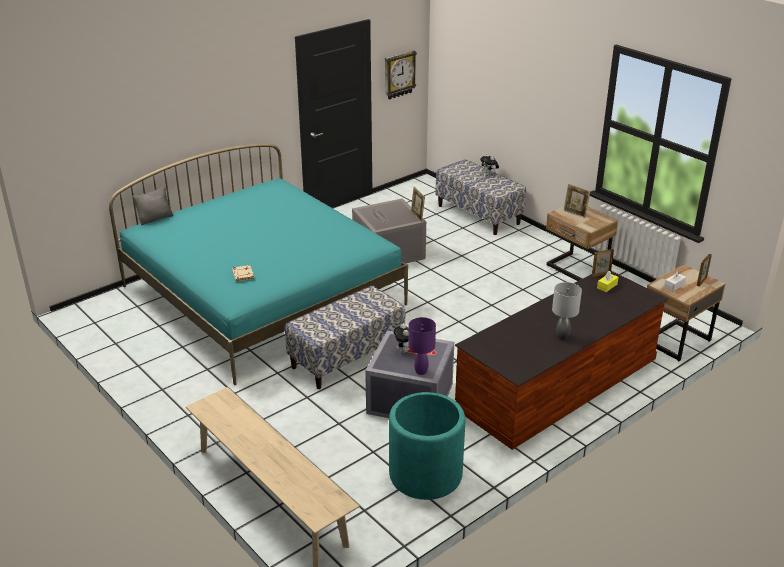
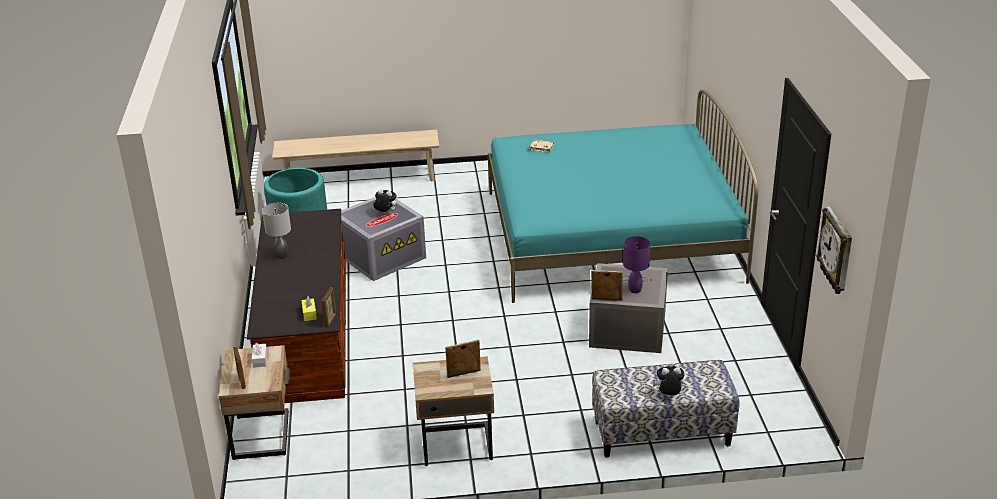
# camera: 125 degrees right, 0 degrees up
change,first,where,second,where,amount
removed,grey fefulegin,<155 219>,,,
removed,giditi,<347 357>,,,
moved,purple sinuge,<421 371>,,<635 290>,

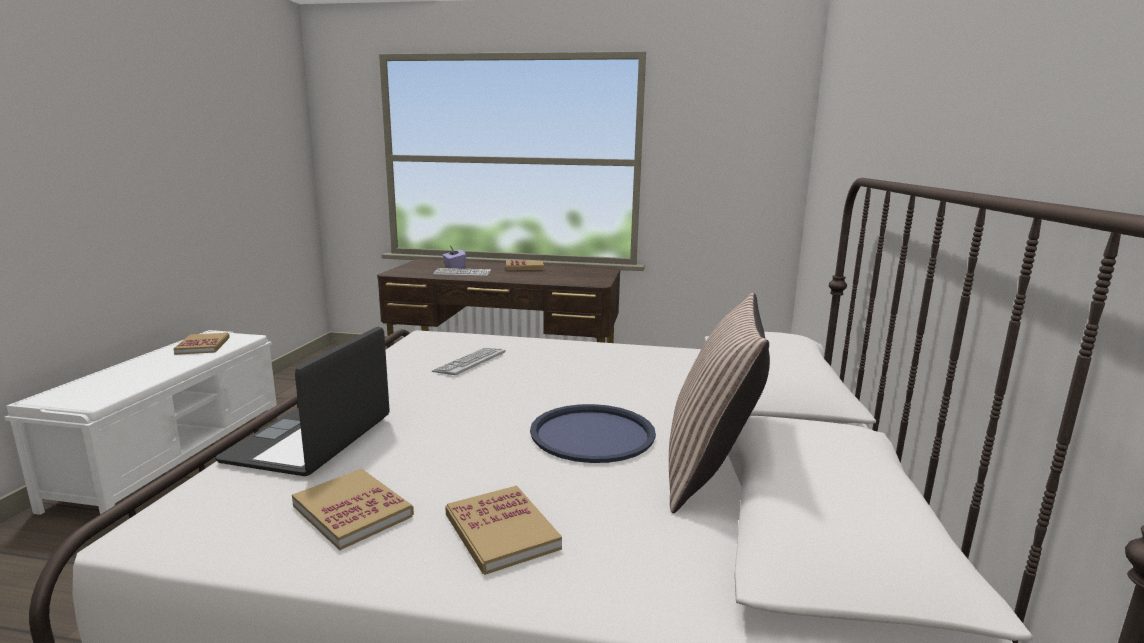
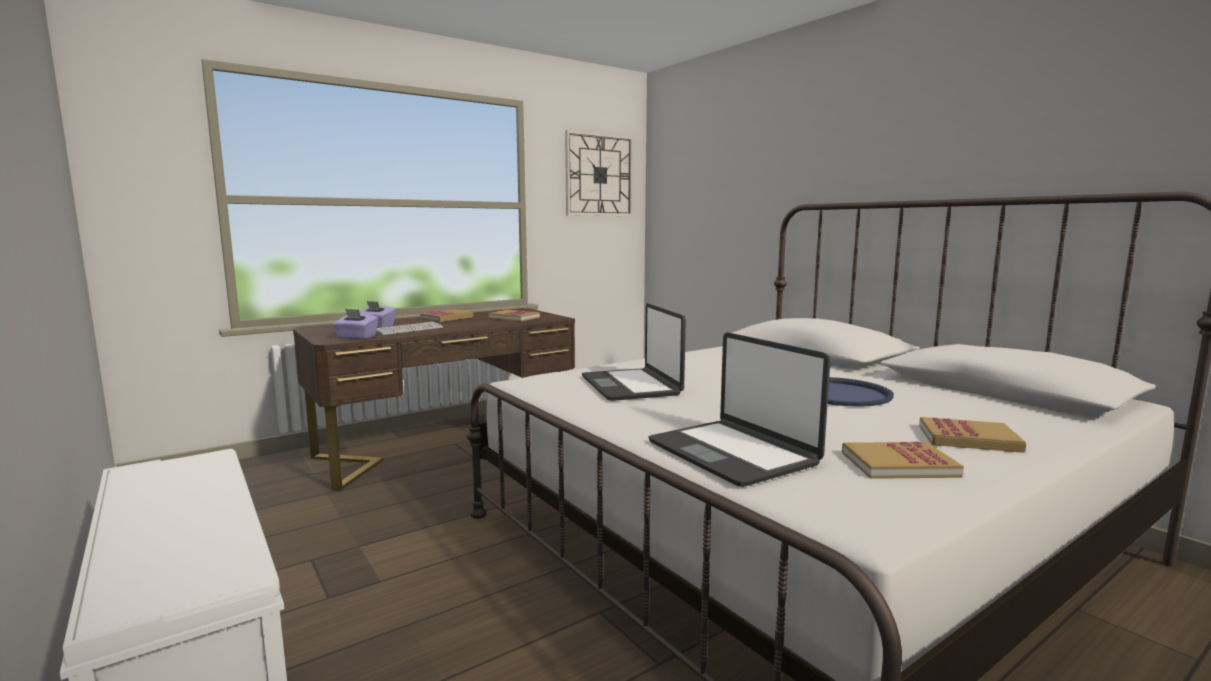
# camera: 45 degrees left, 5 degrees down
change,first,where,second,where,amount
removed,fefulegin,<710 469>,,,
added,,,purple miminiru,<356 337>,
added,,,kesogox,<599 175>,
moved,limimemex,<203 346>,,<514 318>,
replaced,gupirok,<470 362>,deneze,<631 386>,

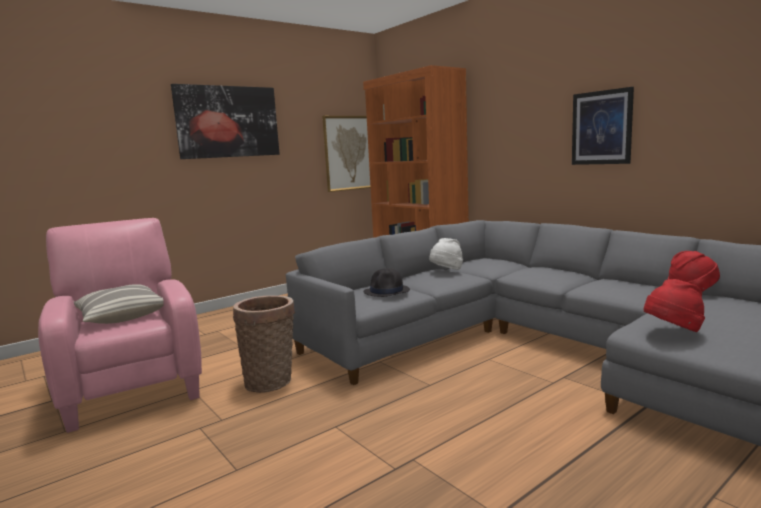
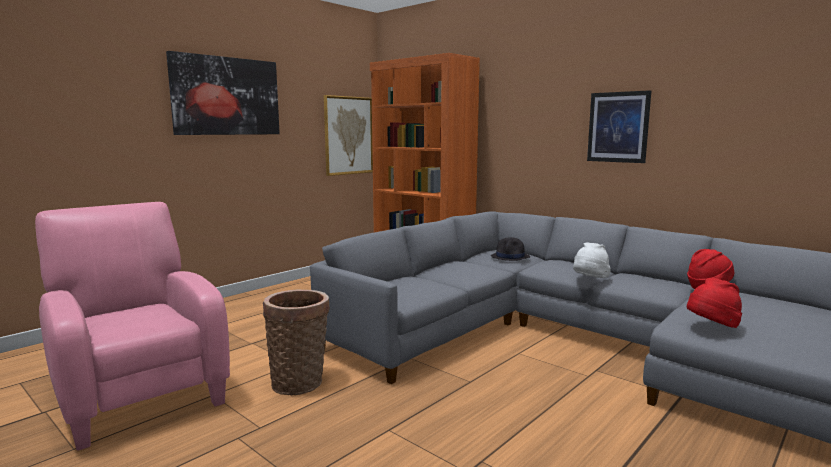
# camera: 10 degrees left, 0 degrees up
change,first,where,second,where,amount
removed,fefulegin,<121 317>,,,
moved,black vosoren,<387 291>,,<510 257>,
moved,white vosoren,<446 271>,,<590 280>,

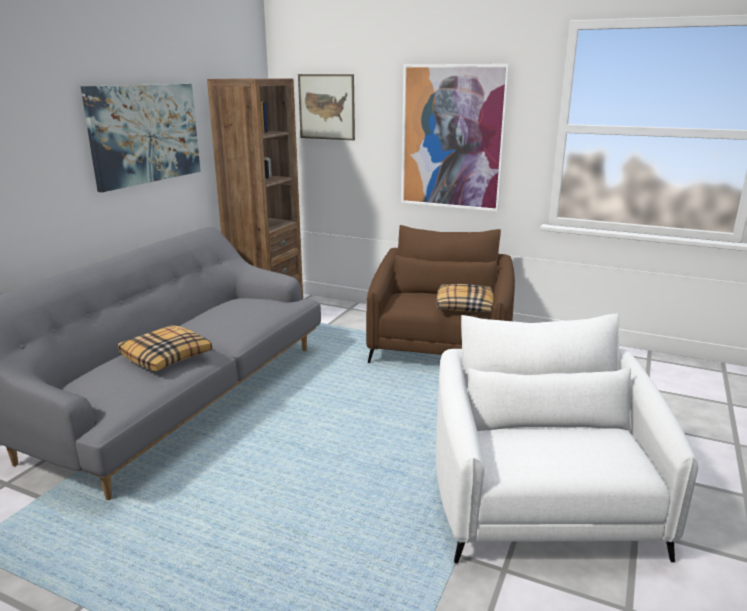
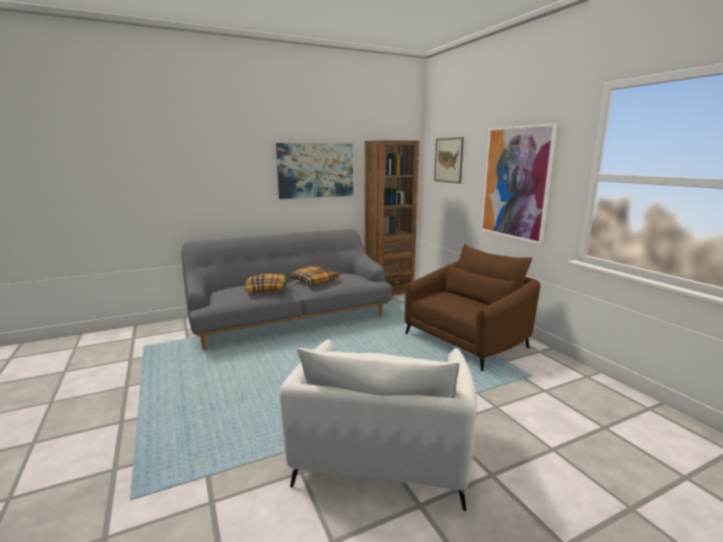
# camera: 40 degrees right, 5 degrees down
change,first,where,second,where,amount
moved,fefulegin,<463 306>,,<314 280>,
turned,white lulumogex,<543 505>,,<381 454>,150 degrees clockwise

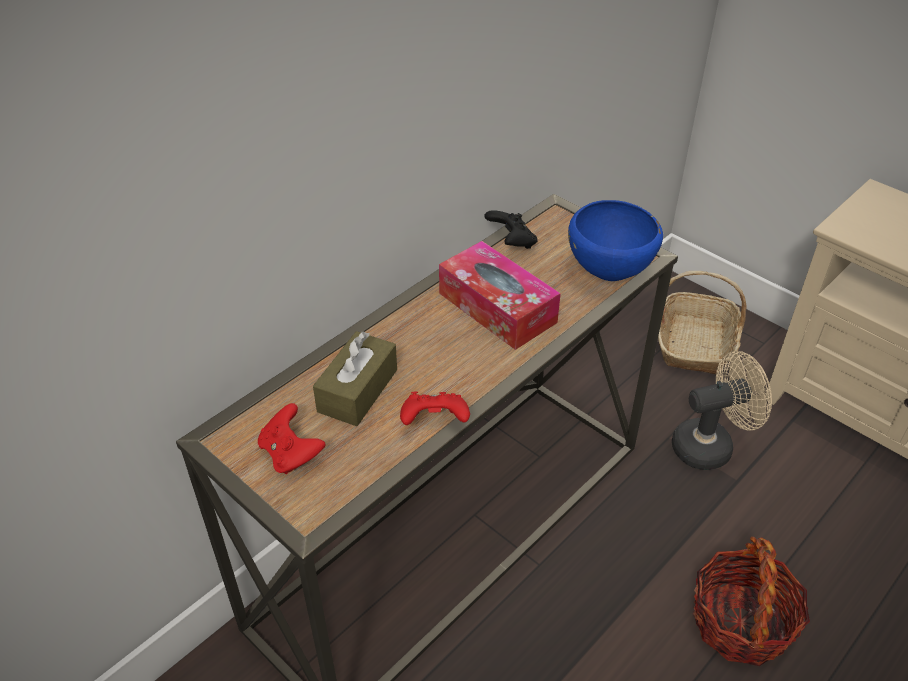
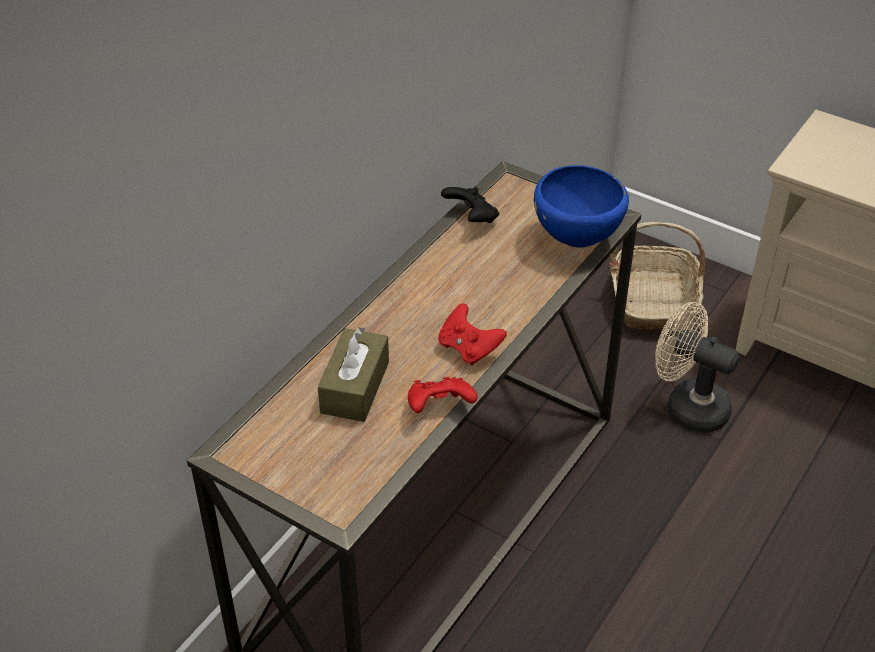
# camera: 10 degrees left, 0 degrees up
change,first,where,second,where,amount
removed,miminiru,<497 307>,,,
removed,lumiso,<741 623>,,,
moved,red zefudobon,<291 454>,,<469 349>,
turned,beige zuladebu,<710 445>,,<687 406>,120 degrees counterclockwise

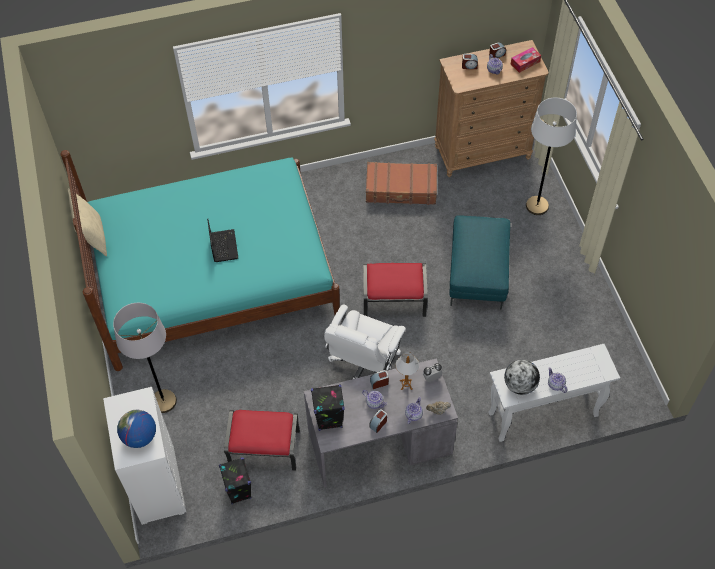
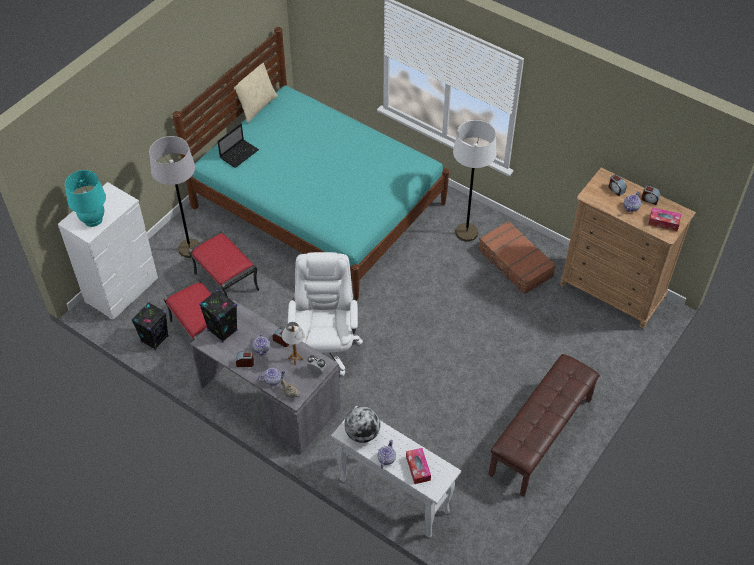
# camera: 50 degrees right, 5 degrees down
change,first,where,second,where,amount
removed,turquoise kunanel,<478 275>,,,
added,,,miminiru,<418 468>,
added,,,brown giditi,<541 437>,
moved,deneze,<223 245>,,<239 153>,
moved,red kunanel,<395 300>,,<227 281>,
moved,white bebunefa,<537 206>,,<466 233>,
replaced,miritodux,<139 437>,turquoise sinuge,<93 220>,
turned,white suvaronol,<364 368>,,<325 346>,105 degrees clockwise

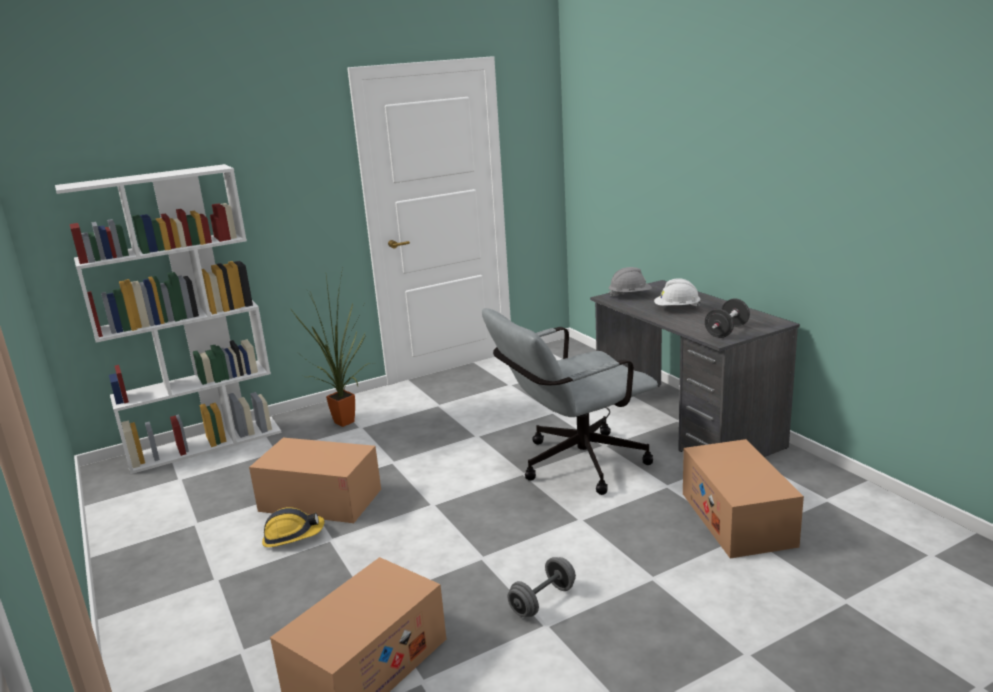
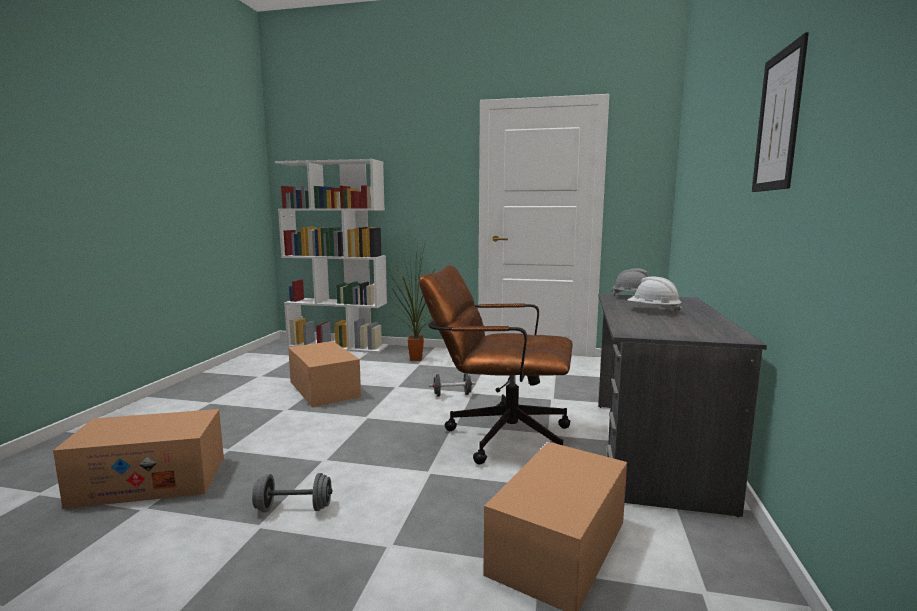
# camera: 40 degrees right, 10 degrees down
change,first,where,second,where,amount
removed,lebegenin,<293 536>,,,
added,,,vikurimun,<778 121>,
moved,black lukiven,<726 331>,,<452 395>,
recoloured,grey suvaronol,<572 465>,brown suvaronol,<498 435>,

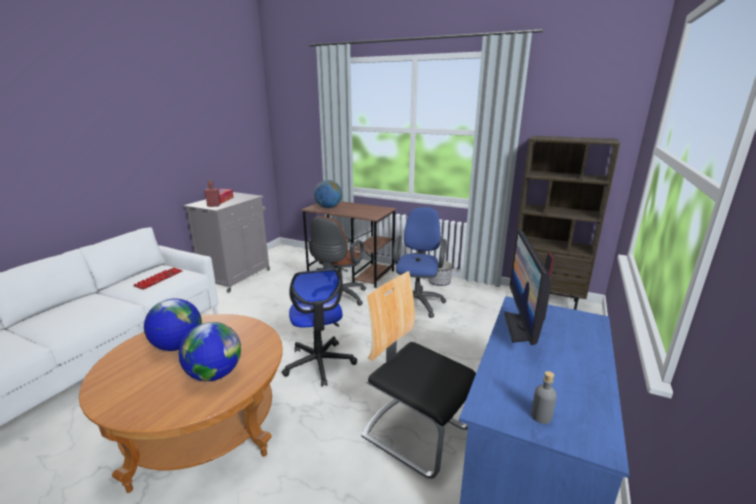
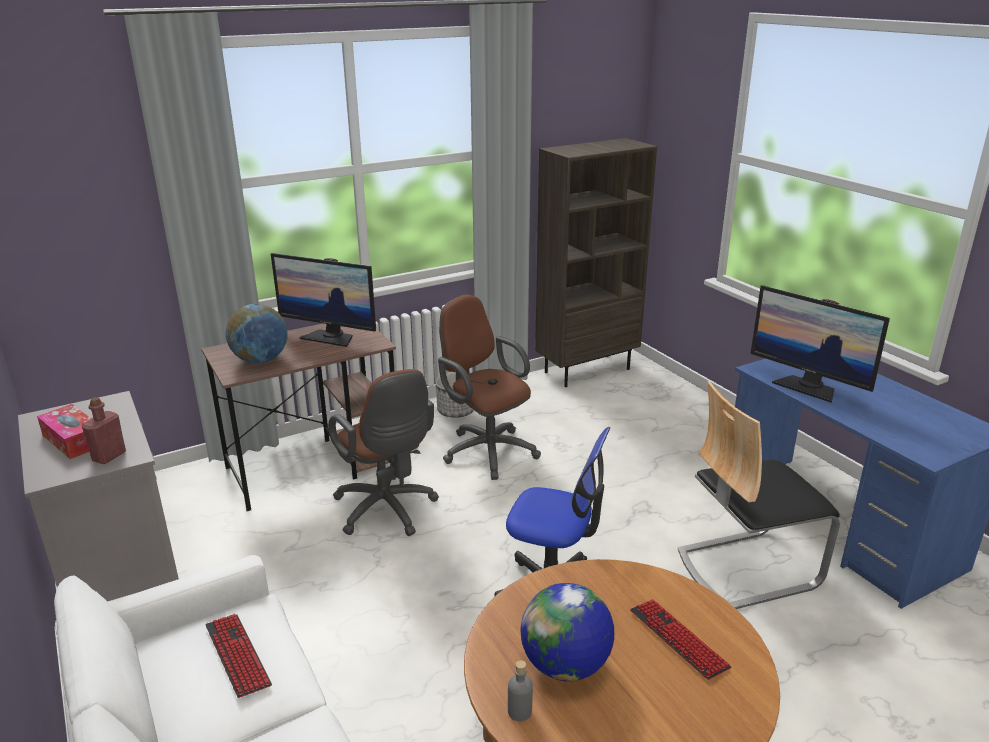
# camera: 55 degrees left, 5 degrees up
change,first,where,second,where,amount
added,,,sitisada,<330 337>,
moved,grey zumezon,<541 416>,,<519 711>,
replaced,miritodux,<215 374>,gupirok,<678 639>,
recoloured,blue suvaronol,<417 302>,brown suvaronol,<486 450>,

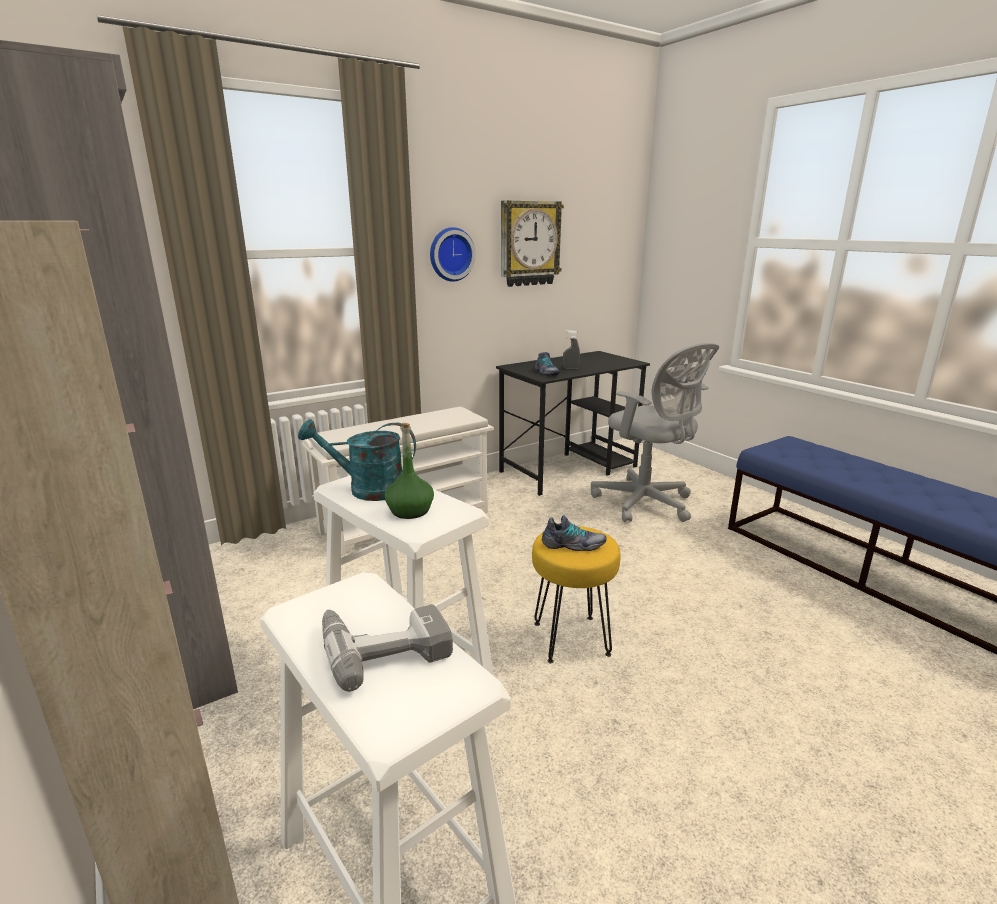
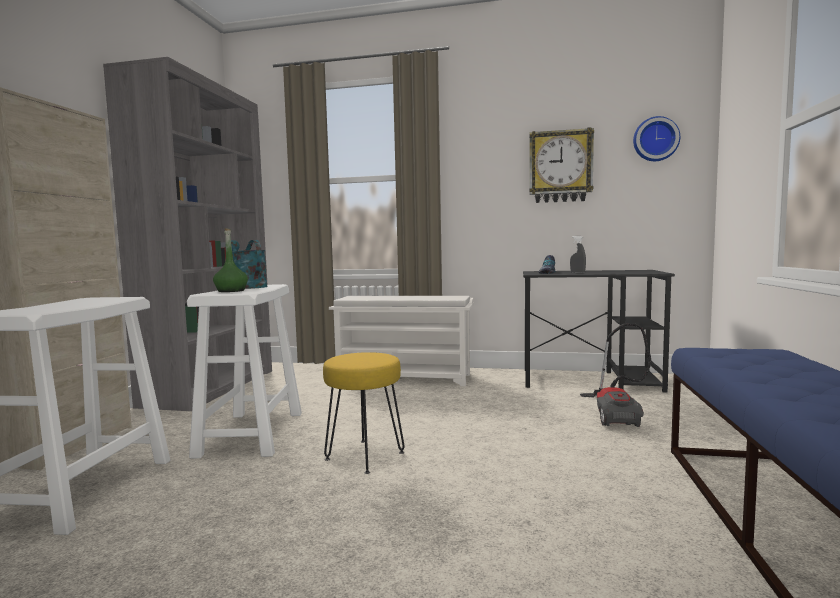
# camera: 45 degrees right, 15 degrees down
change,first,where,second,where,amount
removed,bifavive,<383 645>,,,
removed,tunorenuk,<573 545>,,,
moved,kesogox,<450 254>,,<655 139>,
replaced,grey suvaronol,<646 503>,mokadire,<615 414>,

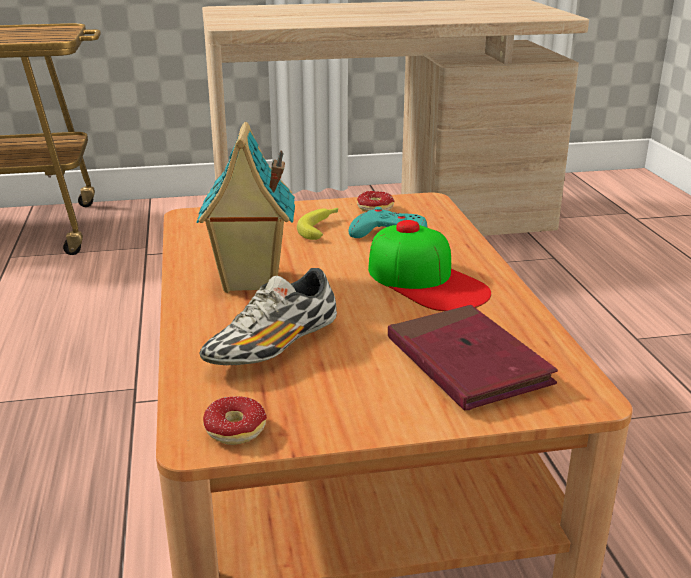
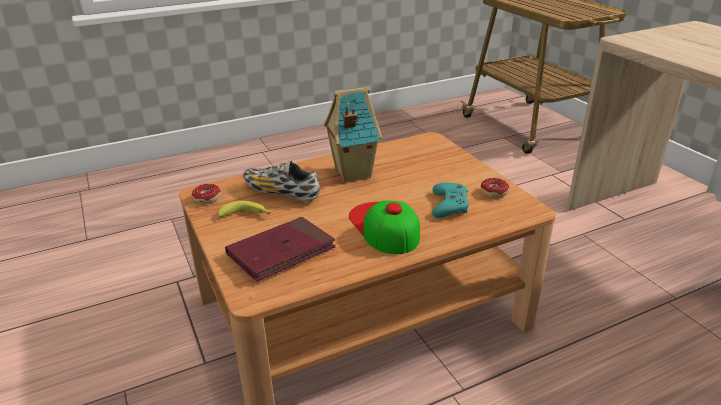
# camera: 75 degrees right, 5 degrees up
change,first,where,second,where,amount
moved,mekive,<321 228>,,<246 215>,
turned,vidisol,<426 280>,,<384 226>,120 degrees clockwise

